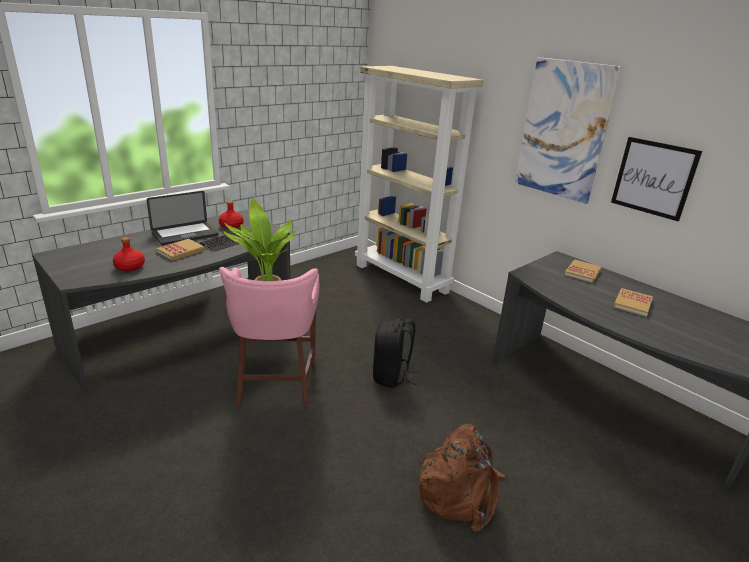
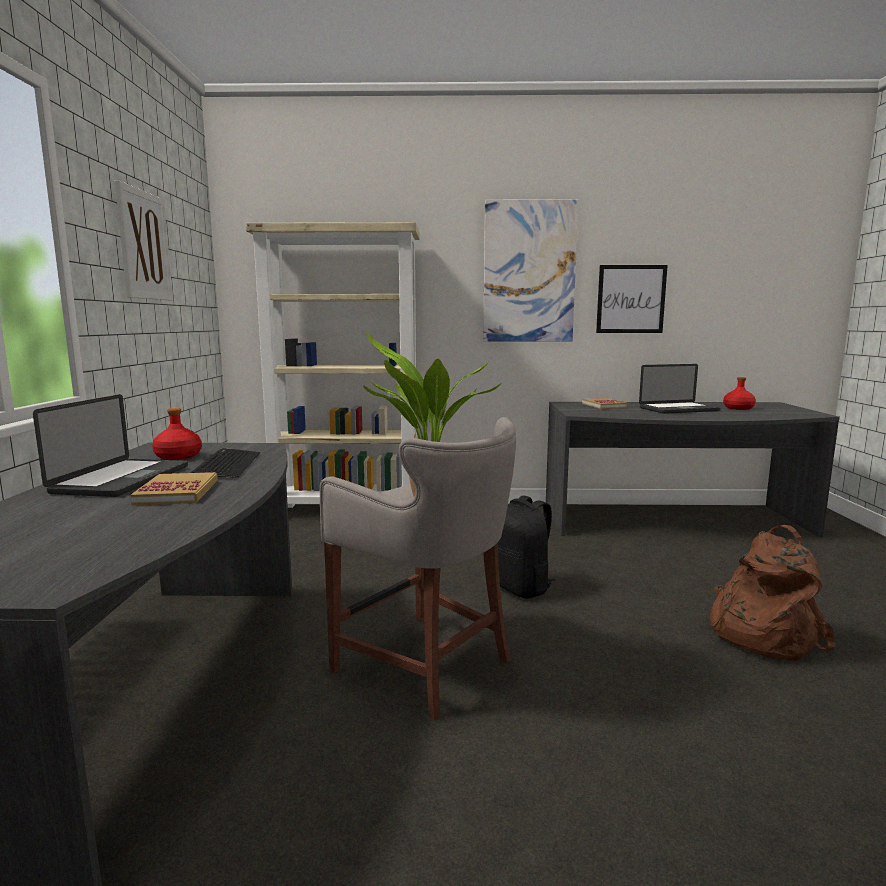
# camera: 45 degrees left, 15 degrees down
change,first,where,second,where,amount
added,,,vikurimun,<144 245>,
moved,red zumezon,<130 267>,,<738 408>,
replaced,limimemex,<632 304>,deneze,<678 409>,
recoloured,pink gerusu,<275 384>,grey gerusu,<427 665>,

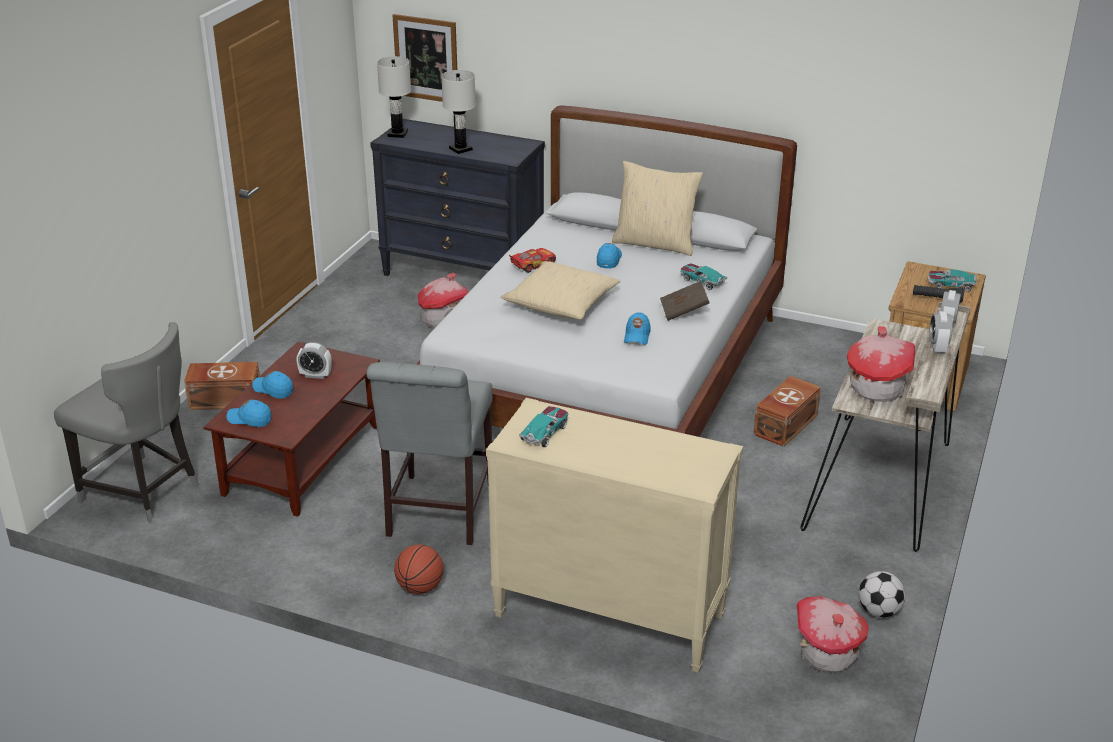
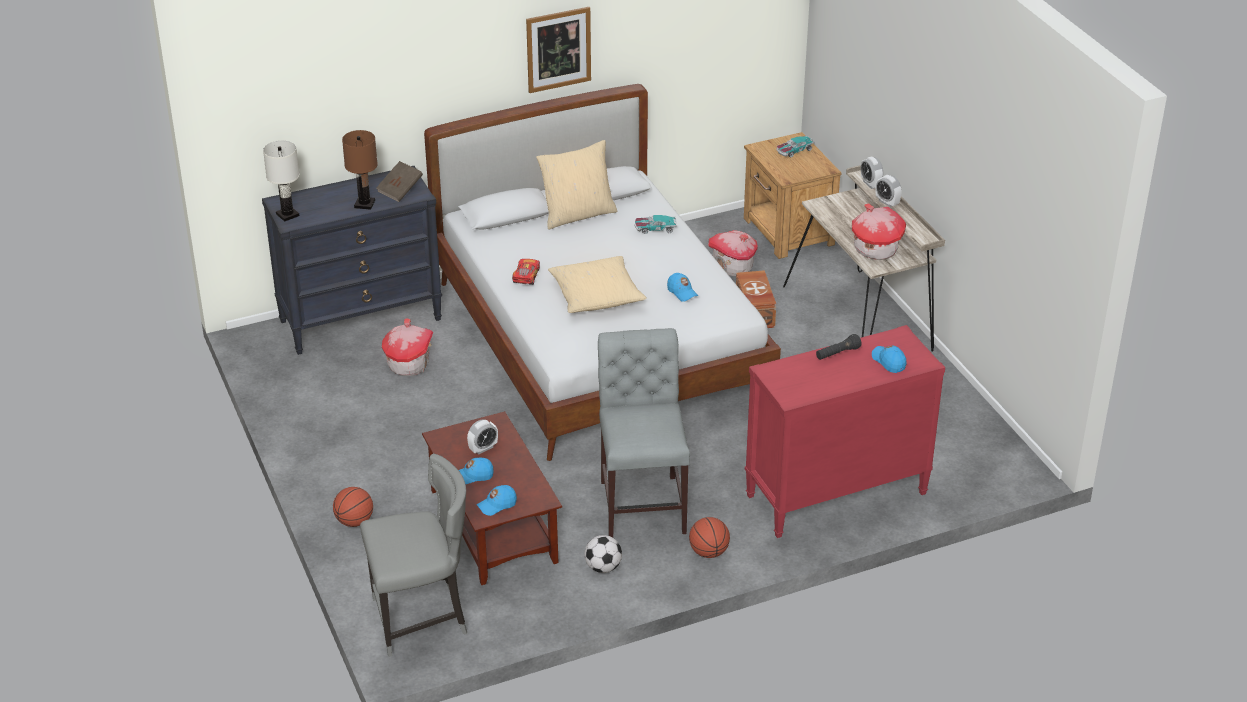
# camera: 45 degrees left, 5 degrees up
change,first,where,second,where,amount
removed,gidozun,<544 432>,,,
moved,vikurimun,<426 58>,,<558 49>,
moved,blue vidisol,<609 260>,,<889 361>,
moved,brown limimemex,<684 311>,,<400 190>,
moved,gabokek,<826 653>,,<733 266>,
moved,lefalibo,<879 611>,,<603 567>,
moved,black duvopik,<937 299>,,<837 354>,
replaced,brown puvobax,<224 399>,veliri,<354 521>,
recoloured,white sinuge,<460 149>,brown sinuge,<364 204>,
recoloured,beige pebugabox,<608 615>,red pebugabox,<835 495>,
turned,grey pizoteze,<437 514>,,<642 502>,150 degrees counterclockwise

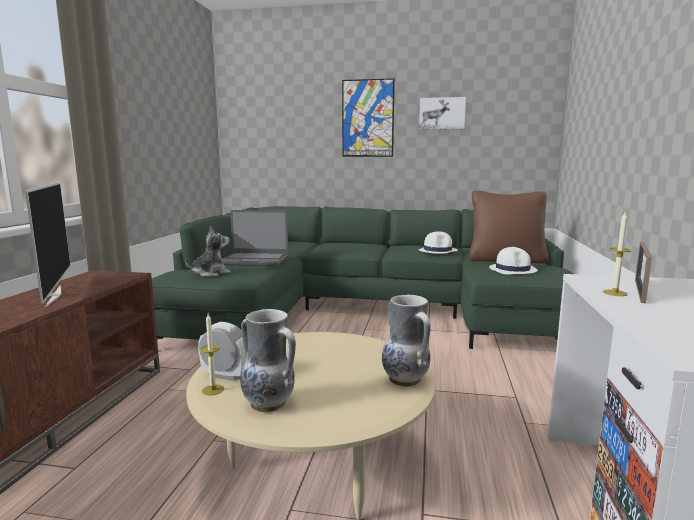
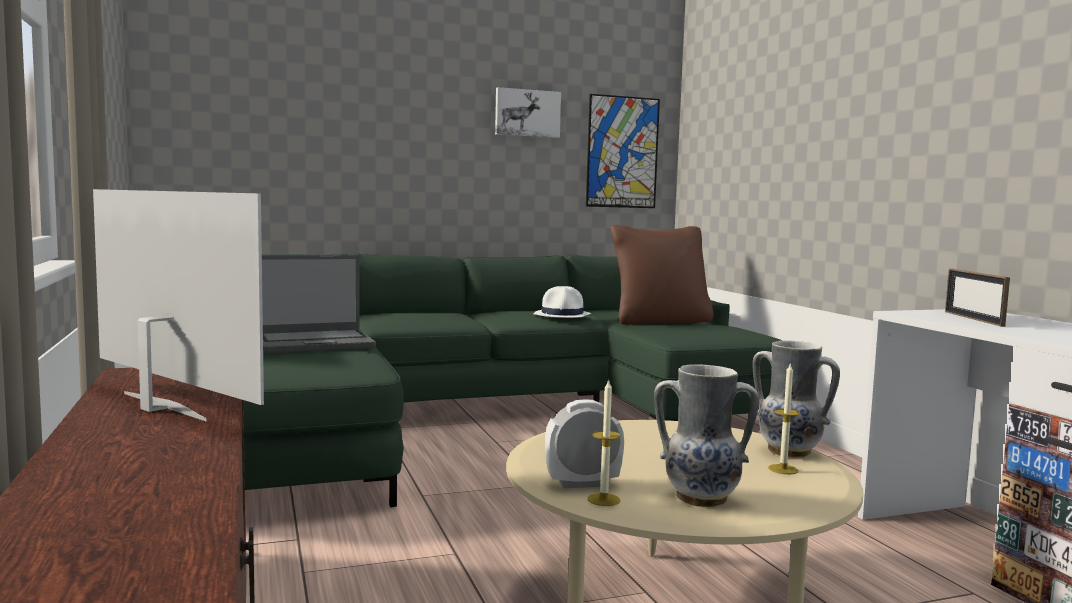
# camera: 30 degrees left, 5 degrees down
change,first,where,second,where,amount
removed,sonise,<210 273>,,,
removed,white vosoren,<512 269>,,,
moved,vikurimun,<367 118>,,<622 152>,
moved,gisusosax,<615 293>,,<783 469>,

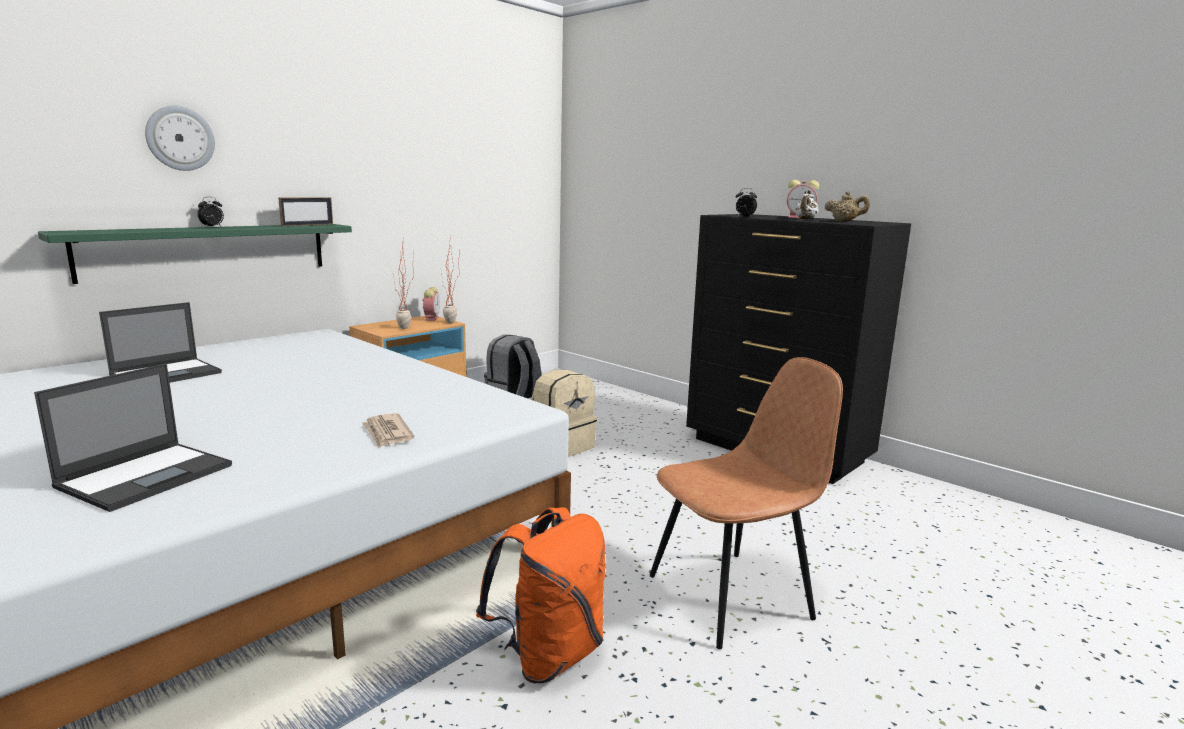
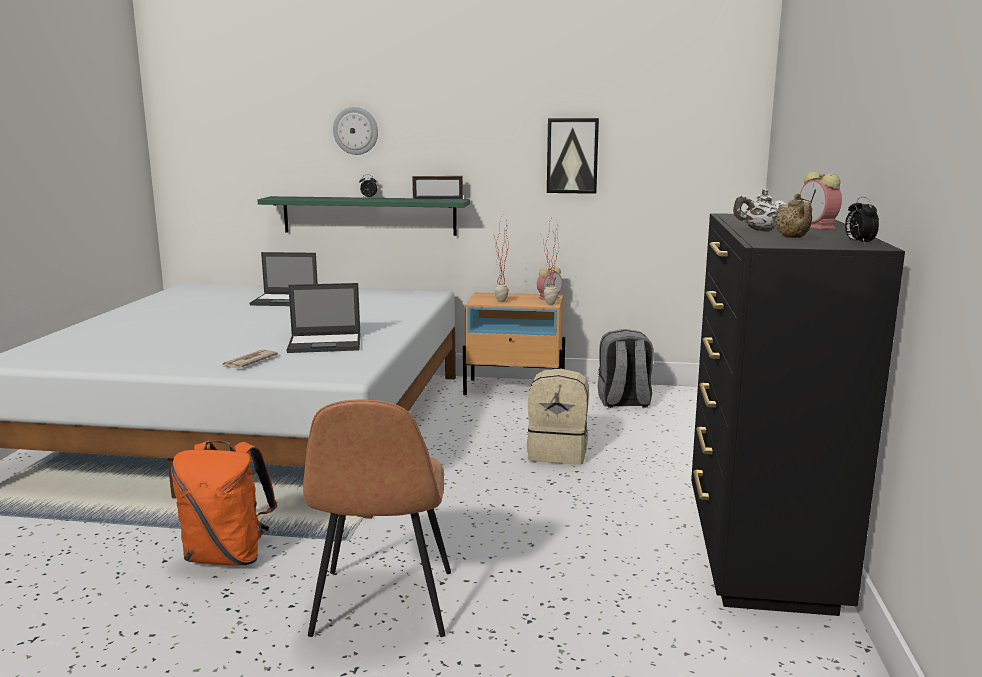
# camera: 55 degrees right, 0 degrees up
change,first,where,second,where,amount
added,,,vikurimun,<572 156>,
moved,deneze,<148 475>,,<326 344>,
moved,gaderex,<744 217>,,<858 243>,
turned,brown pizoteze,<733 596>,,<382 605>,60 degrees clockwise

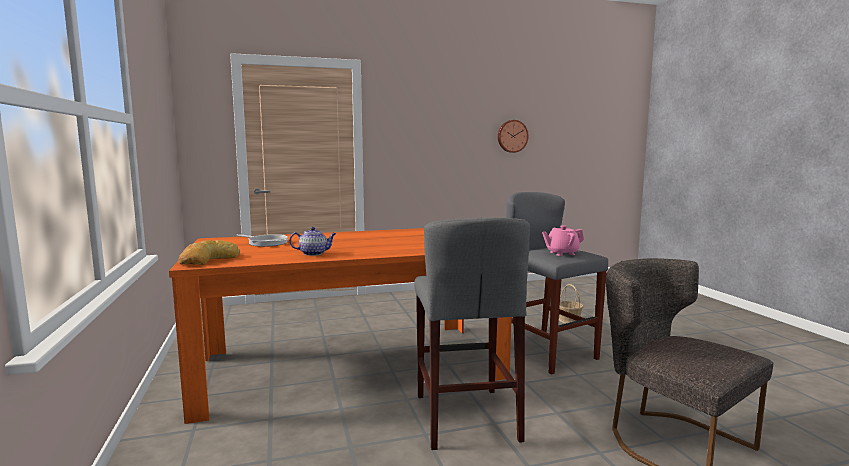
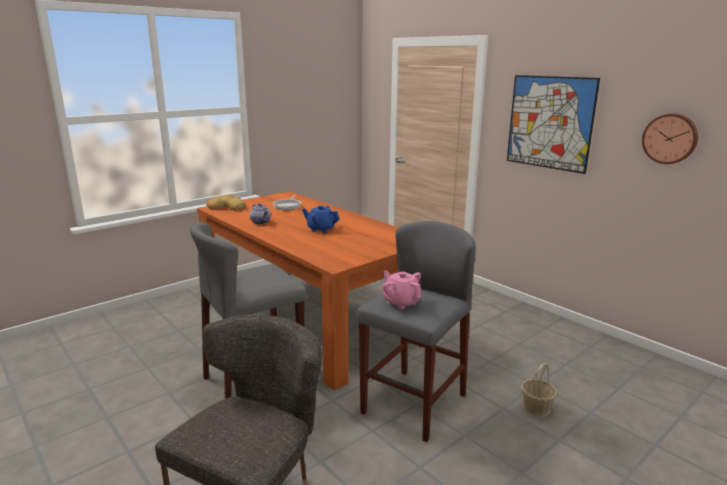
# camera: 65 degrees right, 10 degrees up
change,first,where,second,where,amount
added,,,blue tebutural,<321 229>,
added,,,vikurimun,<549 122>,

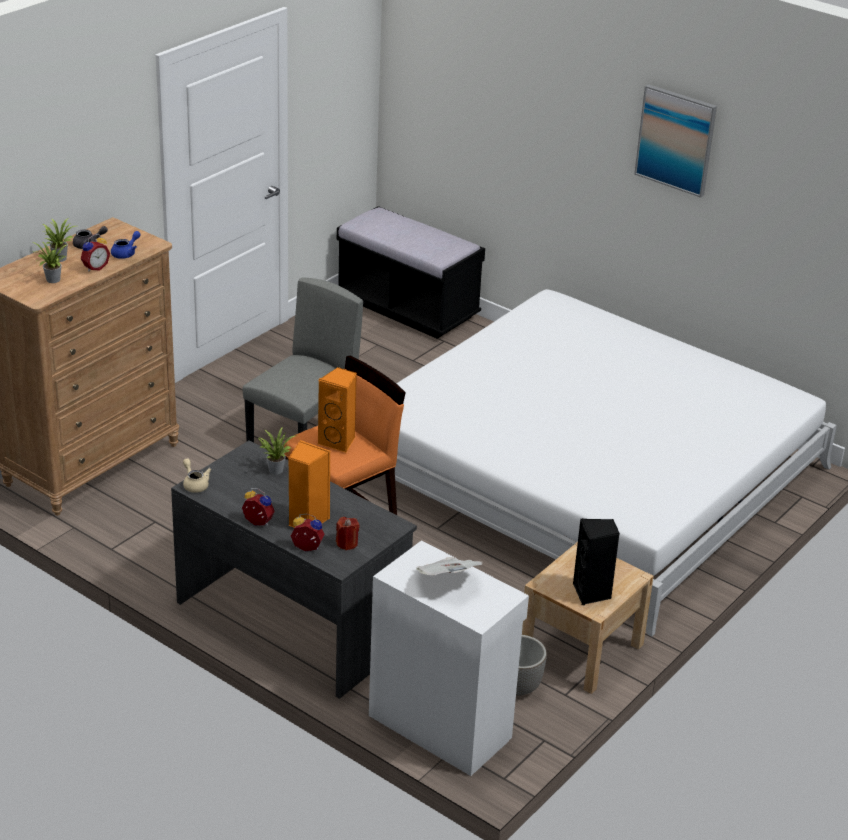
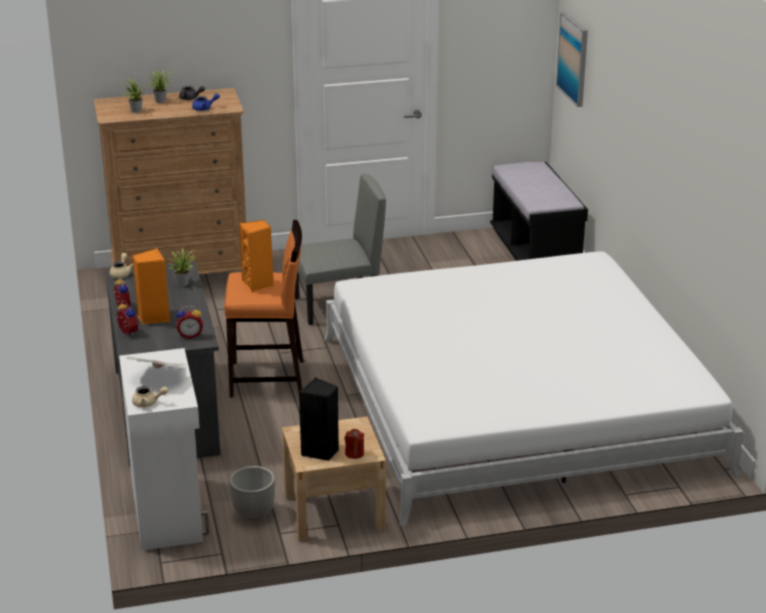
# camera: 40 degrees right, 5 degrees down
change,first,where,second,where,amount
added,,,beige tebutural,<148 403>,
moved,gaderex,<94 267>,,<190 335>,
moved,red gisusosax,<347 543>,,<354 453>,
moved,vikurimun,<676 140>,,<573 58>,

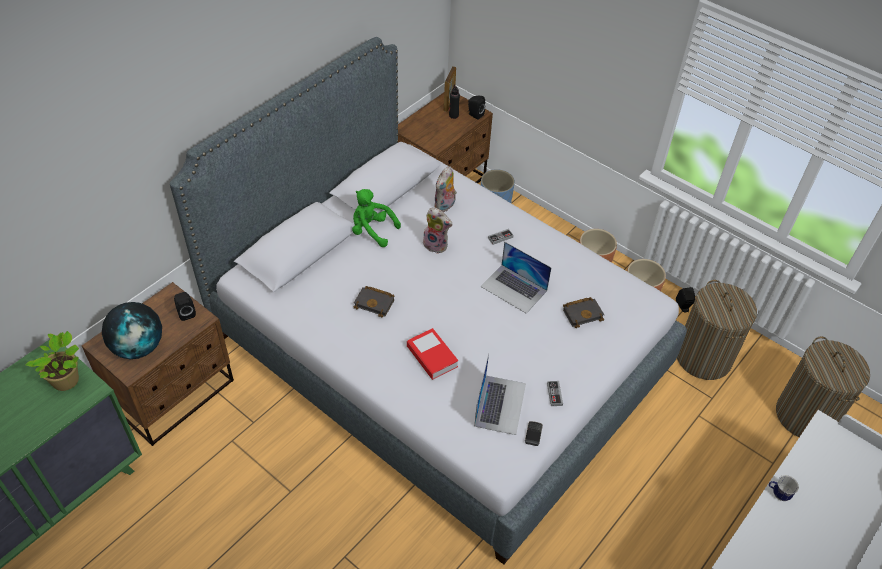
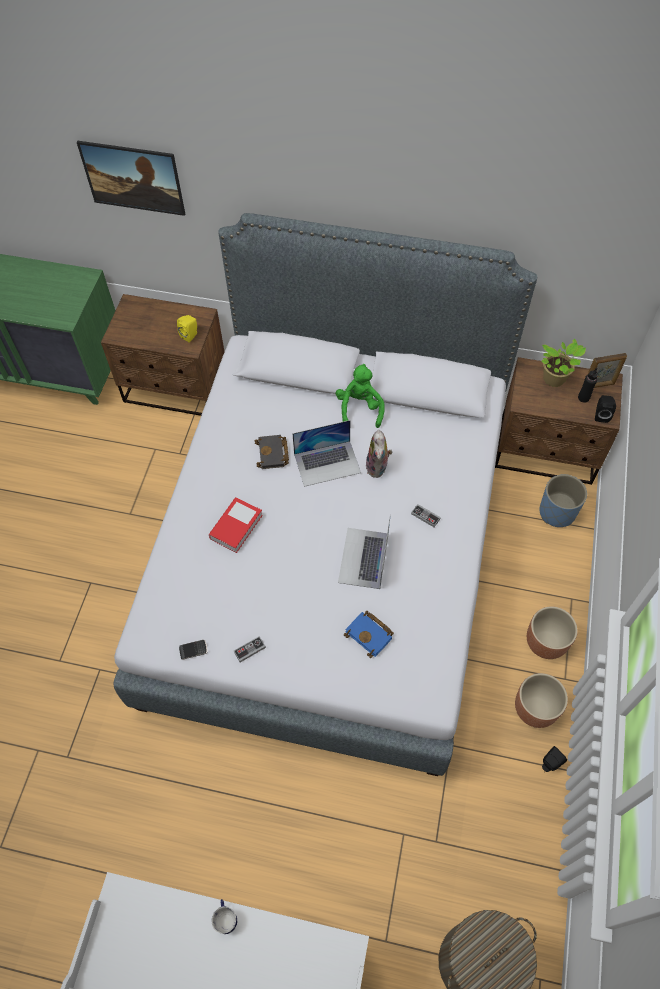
# camera: 65 degrees right, 10 degrees up
change,first,where,second,where,amount
removed,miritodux,<139 347>,,,
removed,sonise,<445 206>,,,
removed,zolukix,<703 357>,,,
added,,,vikurimun,<136 193>,
moved,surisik,<68 381>,,<555 380>,
moved,deneze,<500 404>,,<327 463>,
recoloured,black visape,<186 313>,yellow visape,<190 335>,
recoloured,black limimemex,<583 313>,blue limimemex,<370 635>,

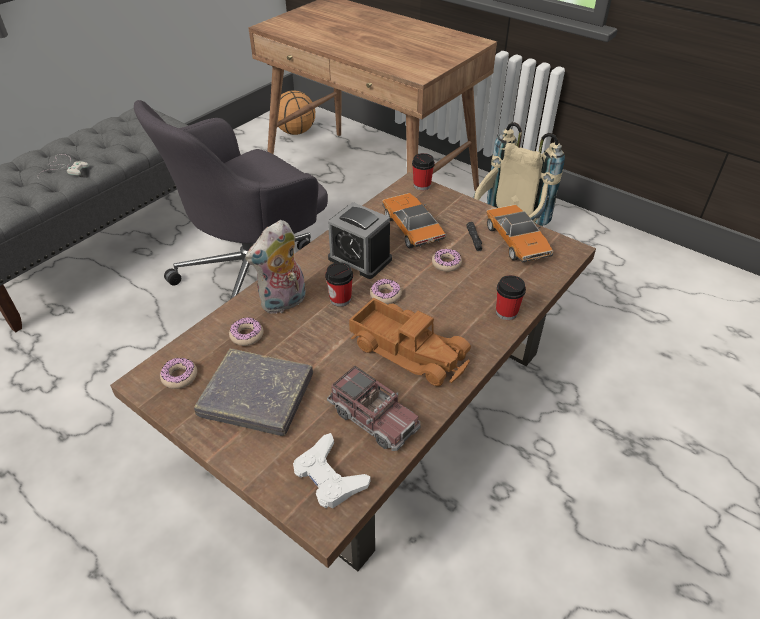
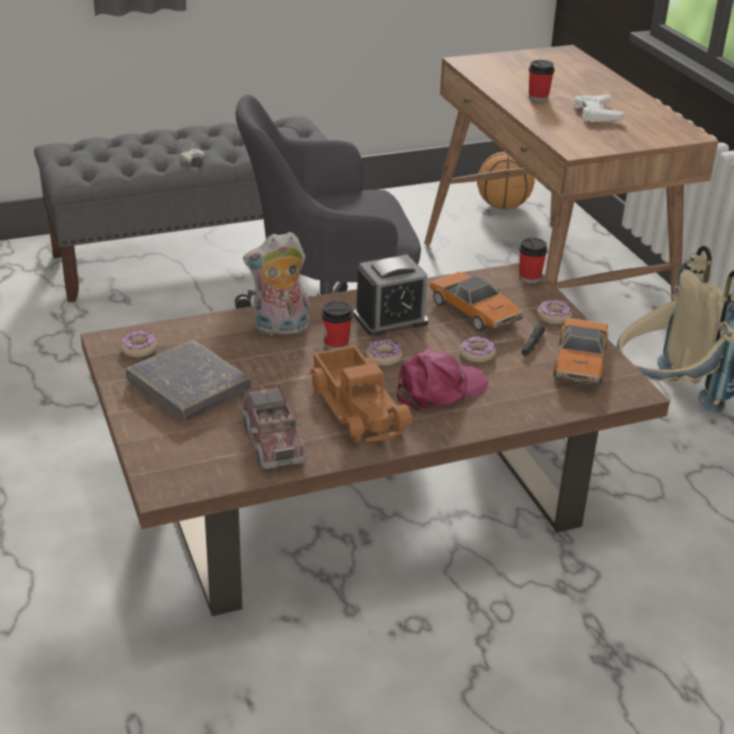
# camera: 30 degrees right, 10 degrees down
change,first,where,second,where,amount
added,,,pink vidisol,<439 389>,
moved,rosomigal,<247 335>,,<553 316>,
moved,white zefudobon,<329 476>,,<596 113>,
moved,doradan,<506 312>,,<538 98>,
turned,gaderex,<360 259>,,<390 319>,90 degrees counterclockwise
turned,gidozun,<412 228>,,<474 312>,135 degrees clockwise

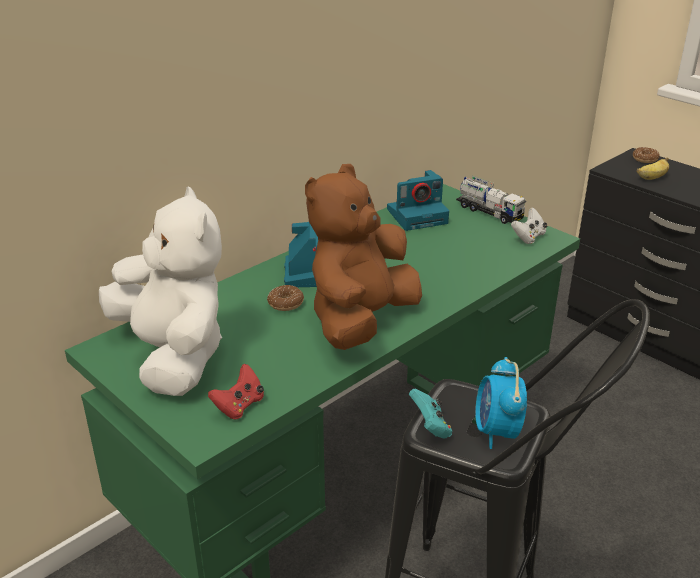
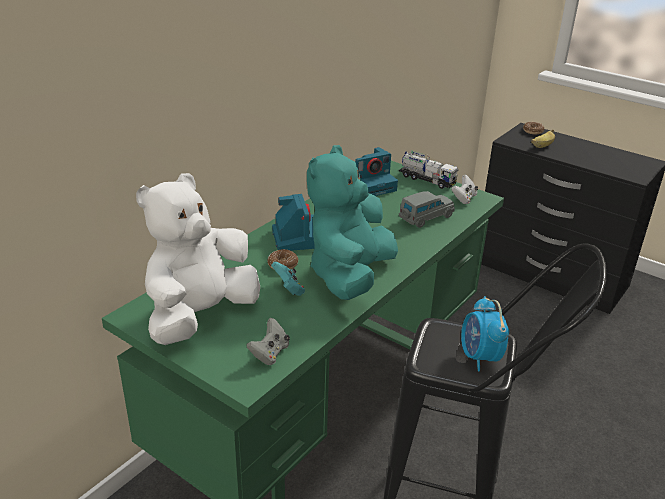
# camera: 10 degrees left, 0 degrees up
change,first,where,second,where,amount
added,,,grey gidozun,<425 218>,
moved,turquoise zefudobon,<430 427>,,<289 289>,
recoloured,red zefudobon,<239 406>,grey zefudobon,<270 353>,
recoloured,brown sonise,<361 321>,turquoise sonise,<350 275>,
turned,white sonise,<174 356>,,<200 316>,105 degrees counterclockwise

